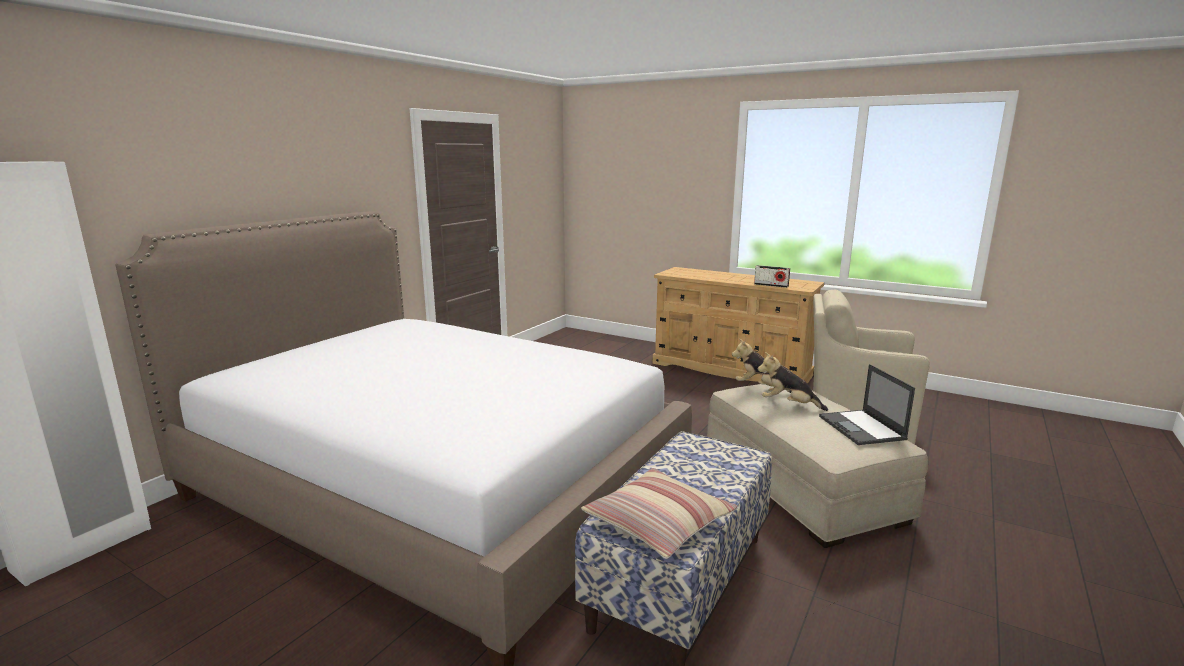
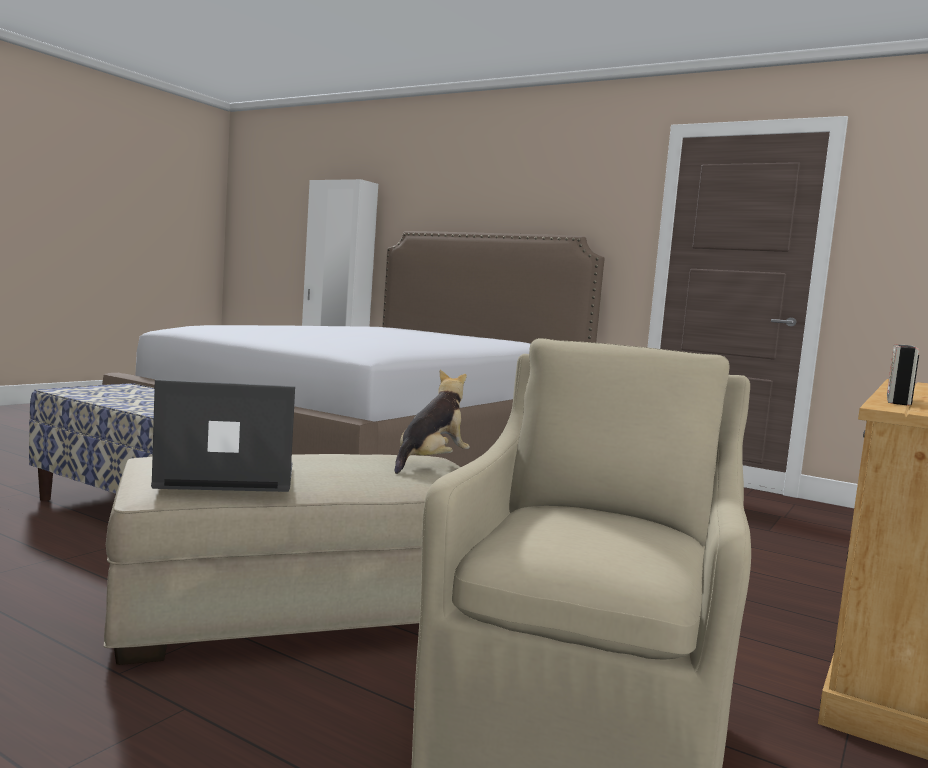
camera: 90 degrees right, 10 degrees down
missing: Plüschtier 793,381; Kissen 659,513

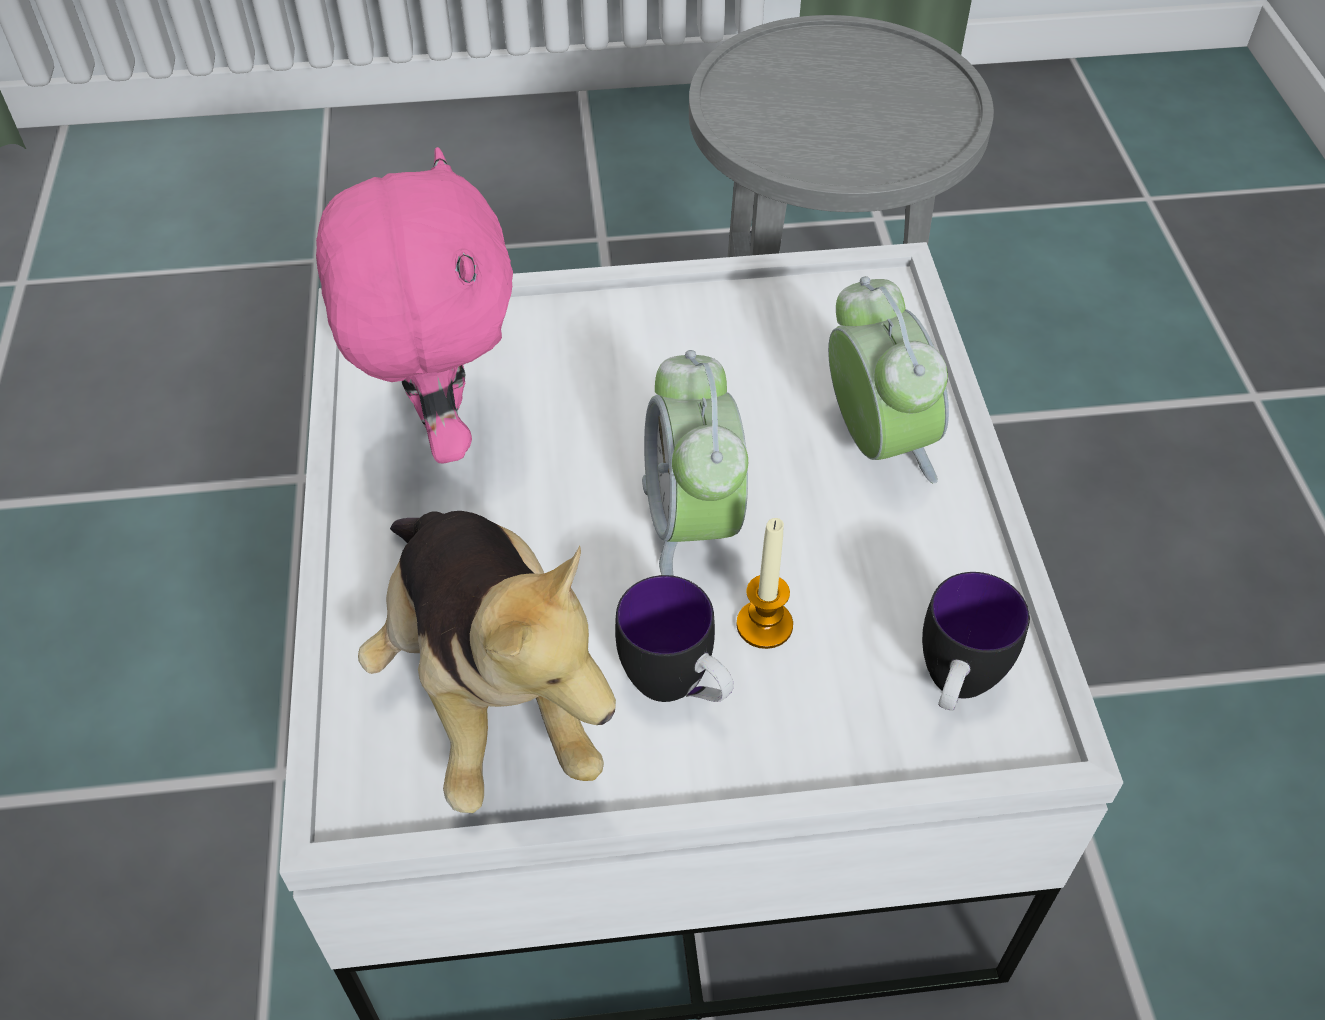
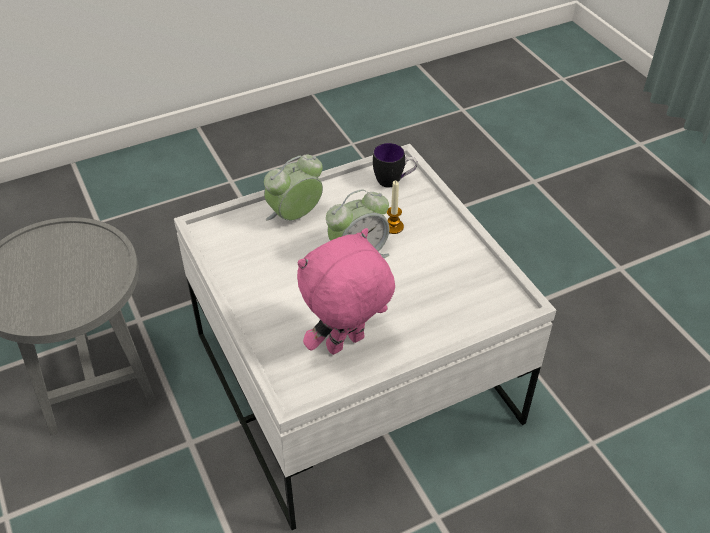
camera: 110 degrees left, 5 degrees down
missing: Plüschtier 487,662; Henkelbecher 674,638

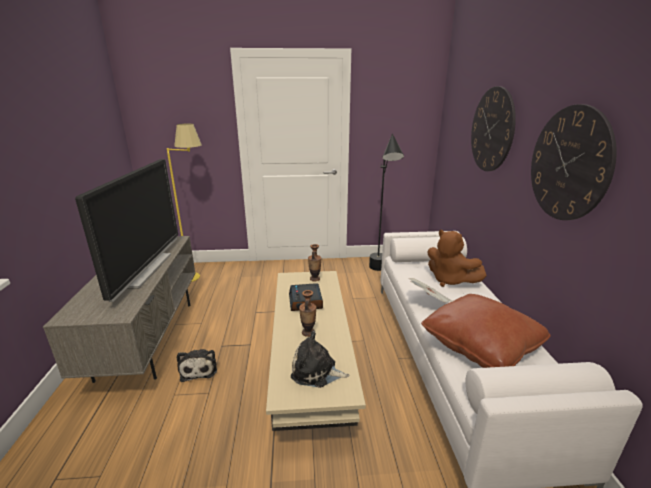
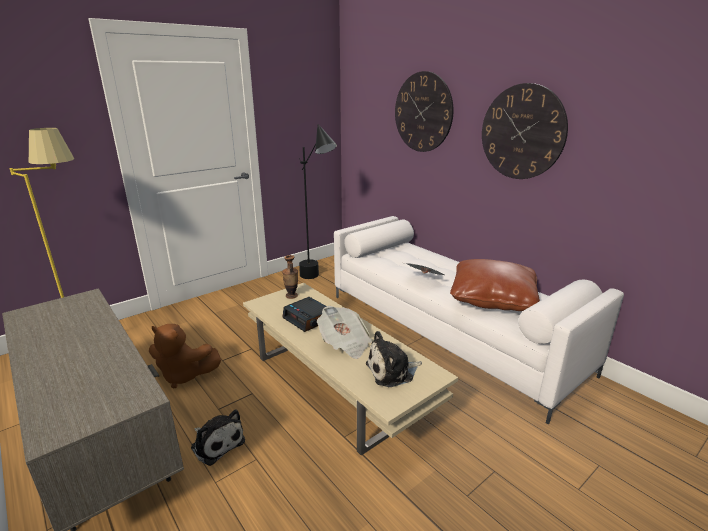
camera: 35 degrees left, 0 degrees up
missing: Fernseher 126,230
relocated: Plüschtier/braun 457,258 to 185,356
exchanged: Vase 307,313 to Zeitung 344,332

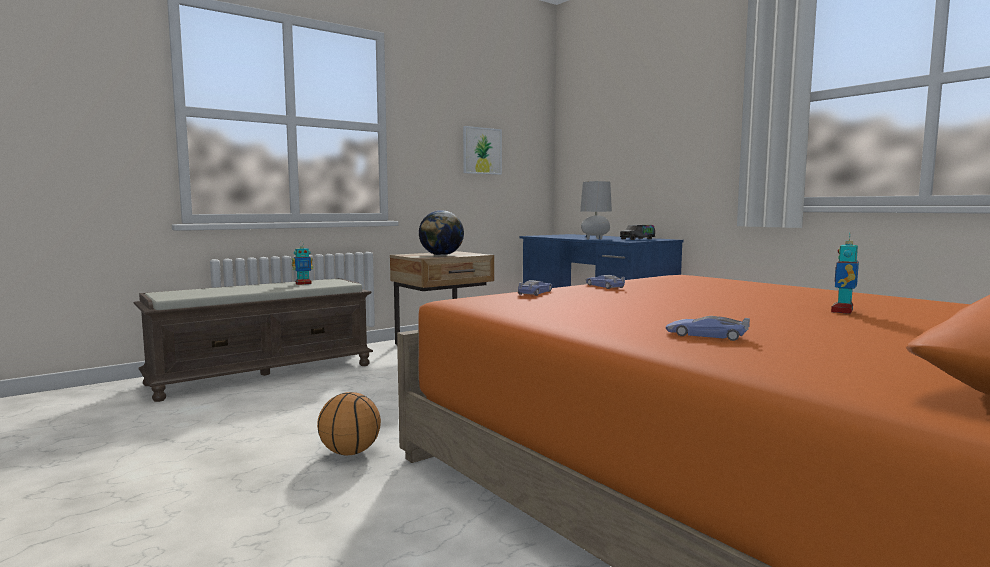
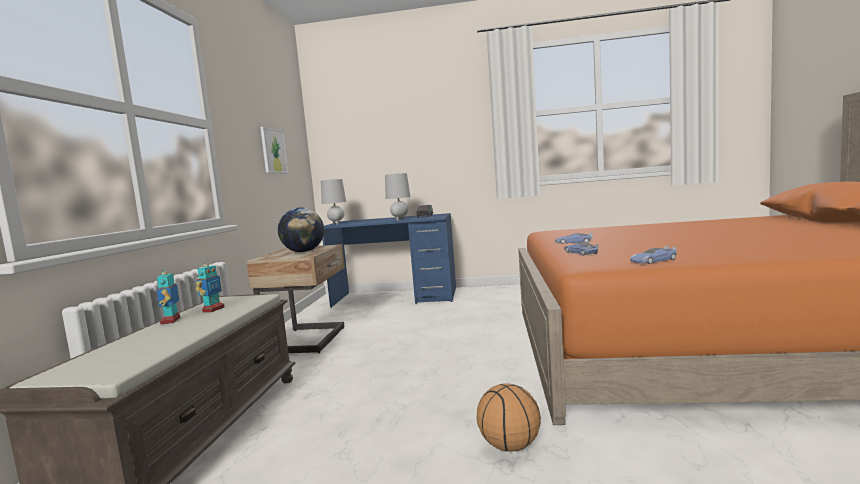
camera: 45 degrees left, 0 degrees up
appeared: Tischlampe/grau 333,202
relocated: Spielzeugroboter 845,274 to 168,295; Spielzeugauto 708,328 to 653,255

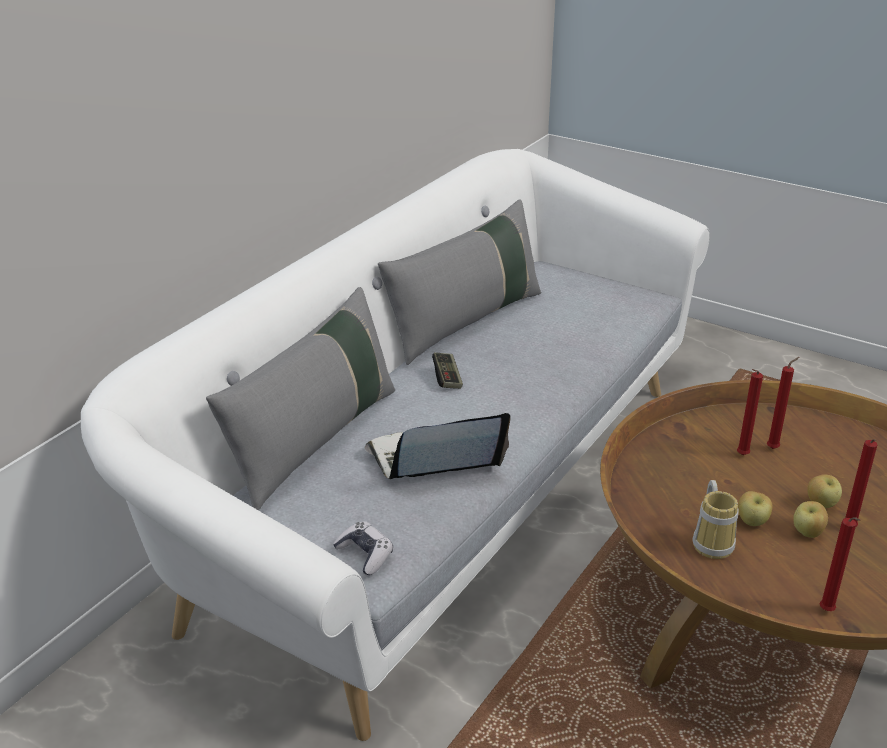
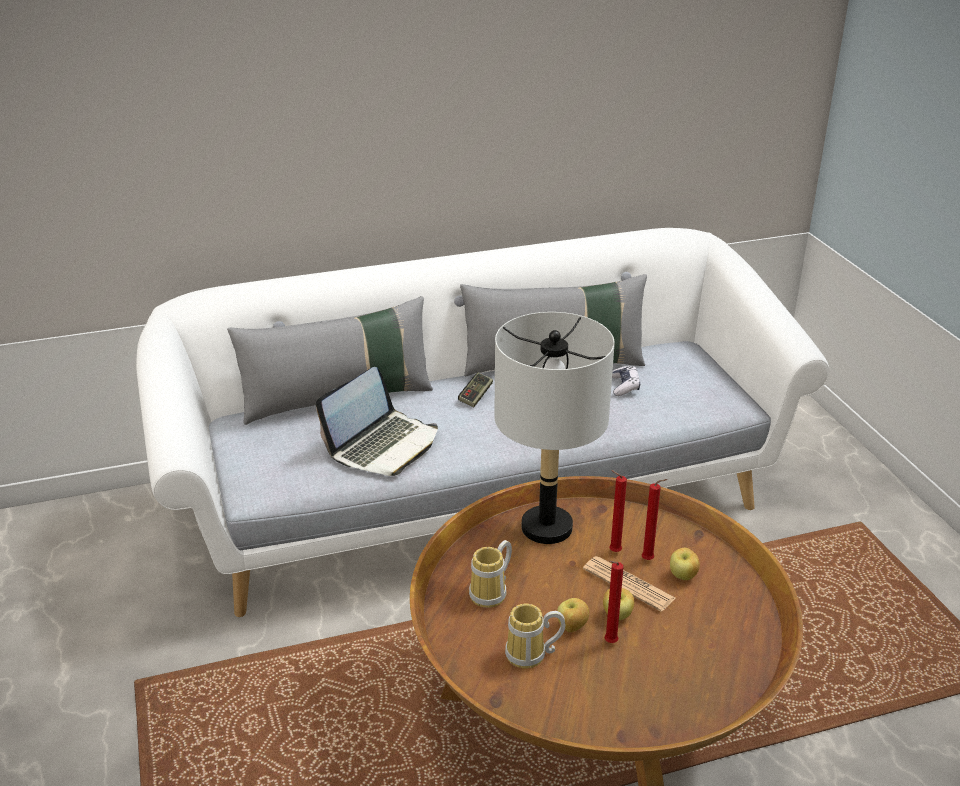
camera: 40 degrees right, 0 degrees up
missing: Kerze/rot 840,564
appeared: Tischlampe/grau 554,428; Zeitung 629,584; Henkelbecher 535,636
relocated: Apfel 755,508 to 685,564; Gamepad 363,548 to 626,380
spun: Laptop 437,446 = 377,421 105 degrees clockwise

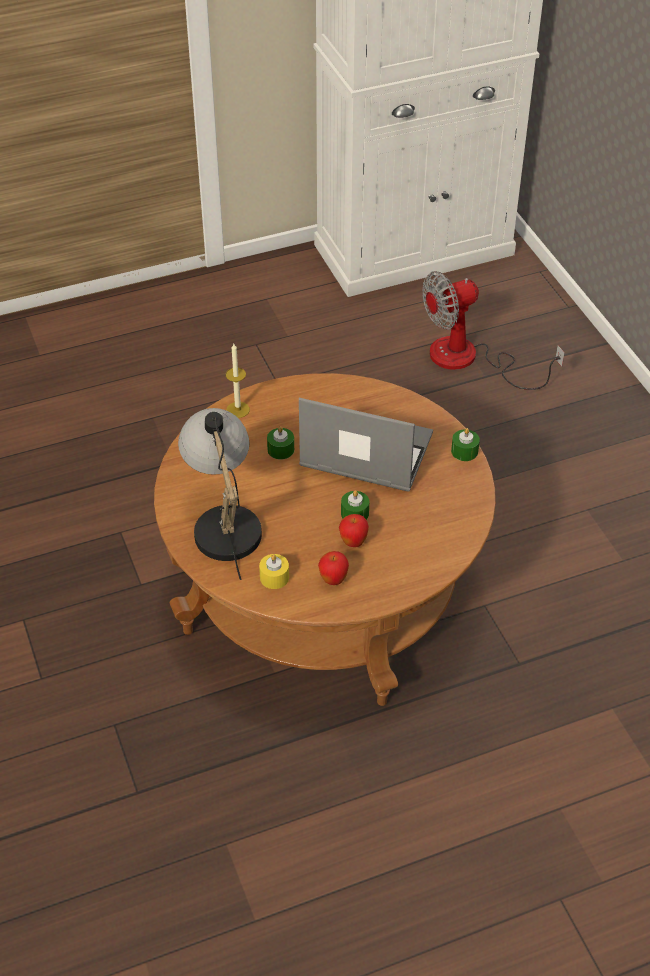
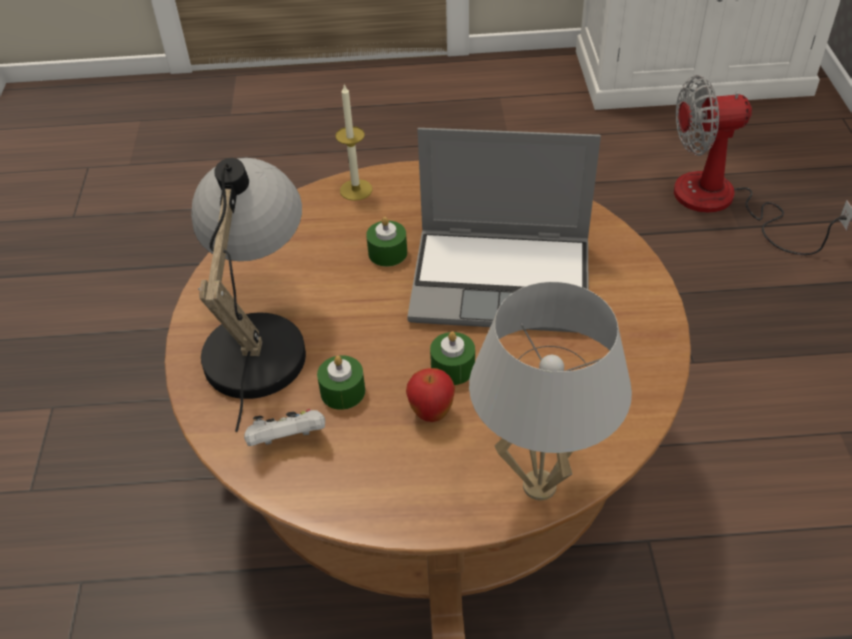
camera: 20 degrees right, 0 degrees up
missing: Apfel 333,568
appeared: Tischlampe/weiß 550,391
relocated: Kerze/grün 465,444 to 341,382
exchanged: Kerze/gelb 274,571 to Gamepad/weiß 284,427
spun: Laptop 366,445 = 504,230 150 degrees clockwise

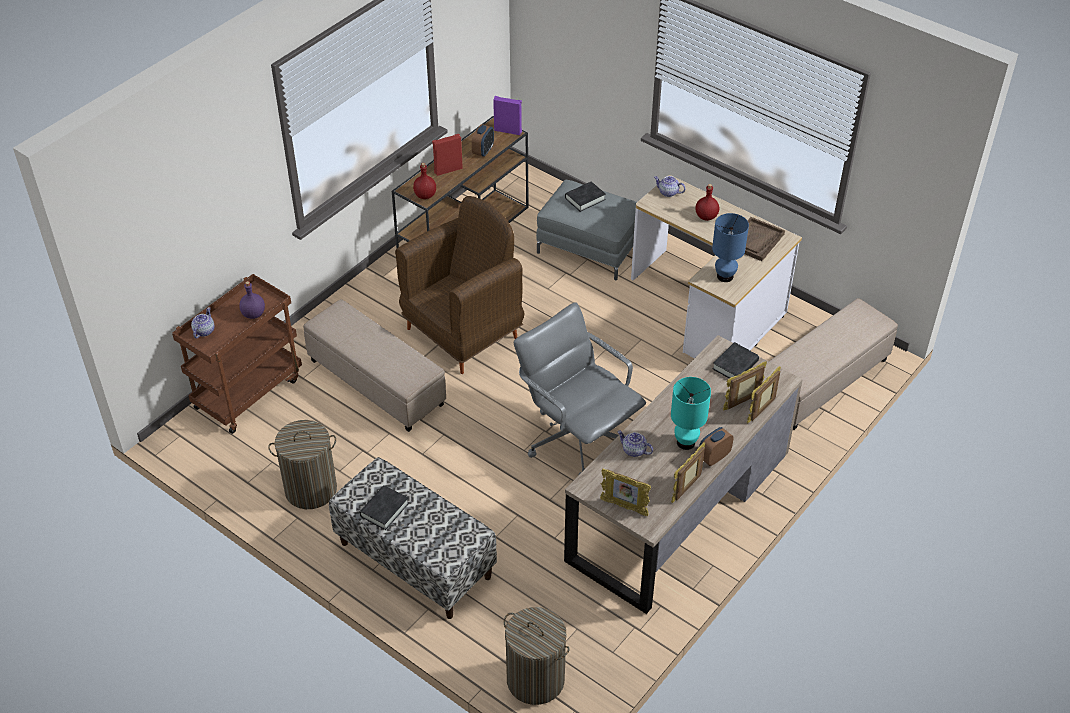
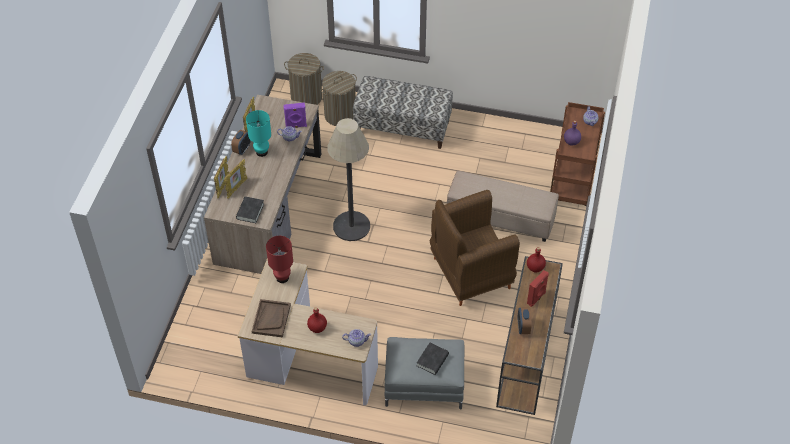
camera: 155 degrees right, 5 degrees up
missing: Polsterhocker/beige 833,364; Bilderrahmen 625,492; Buch/schwarz 384,507
relocated: Lautsprecher/lila 507,115 to 295,115; Wäschekorb 302,464 to 338,98
exchanged: Bürostuhl/grau 580,389 to Stehlampe 348,179
colour: Tischlampe/blau 730,247 to Tischlampe/rot 279,259
spun: Sessel/braun 460,285 = 475,248 45 degrees clockwise

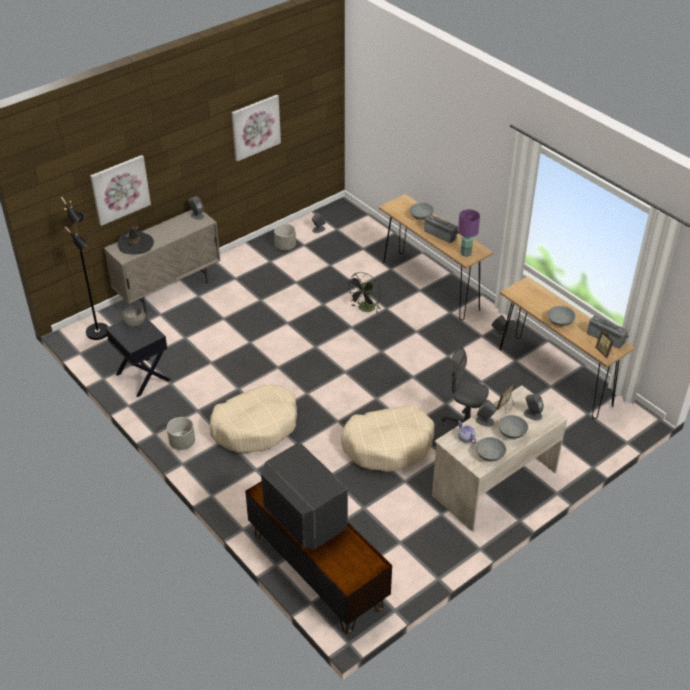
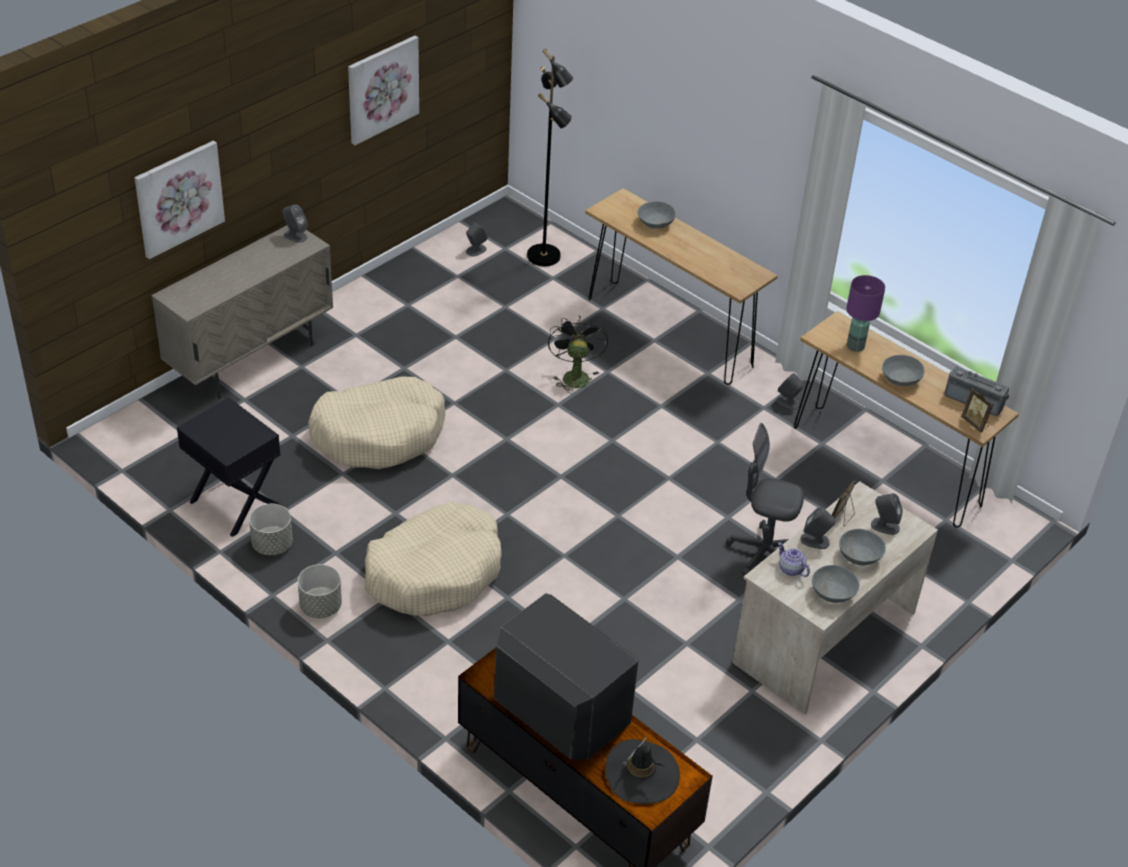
camera: 10 degrees left, 0 degrees up
missing: Radio 441,228; Schüssel/grau 133,316
relocated: Stehlampe/schwarz 84,268 to 550,157; Tischlampe/lila 469,233 to 865,313; Pflanzkübel/grau 285,237 to 271,529; Hut/schwarz 136,240 to 642,770; Hundebett/beige 388,439 to 377,422
spun: Ventilator/schwarz 363,292 = 578,354 150 degrees clockwise

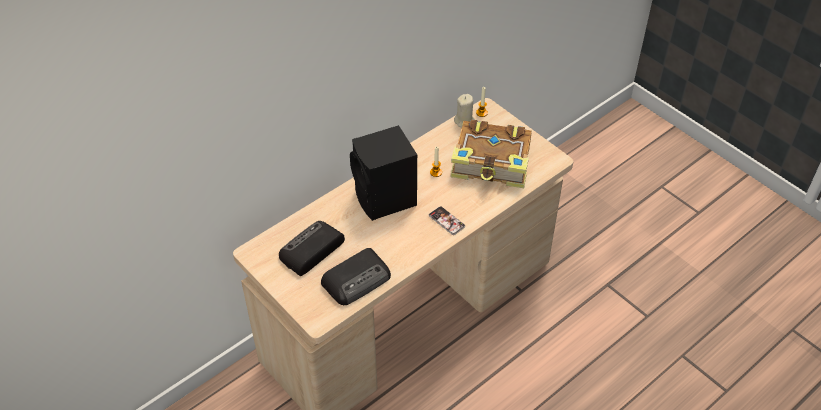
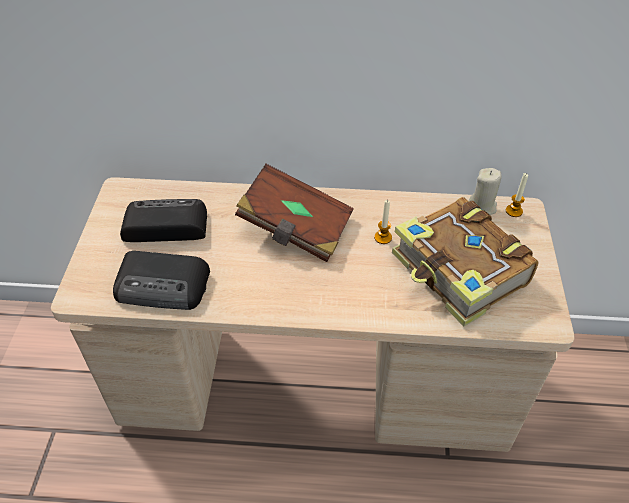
camera: 45 degrees right, 0 degrees up
missing: Handy 447,220
exchanged: Lautsprecher/schwarz 383,173 to Buch/braun 294,213

